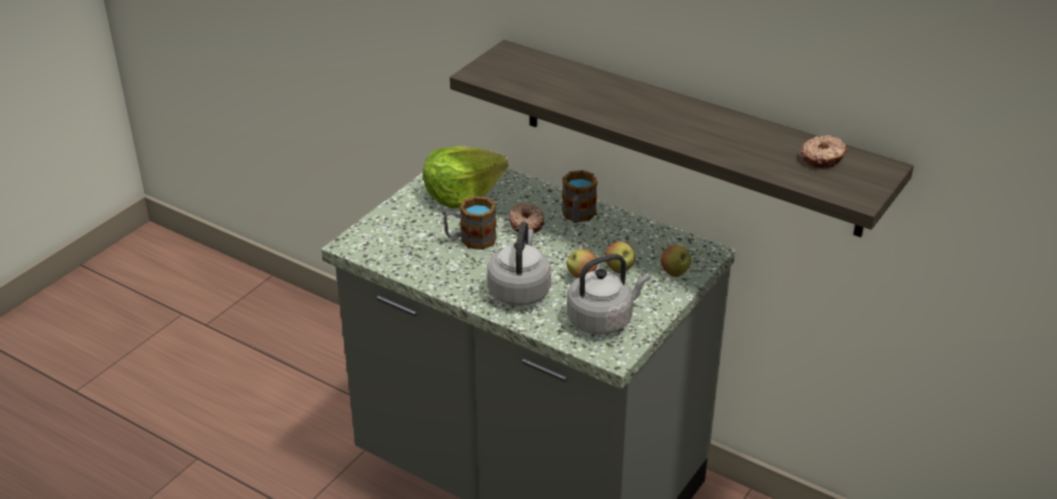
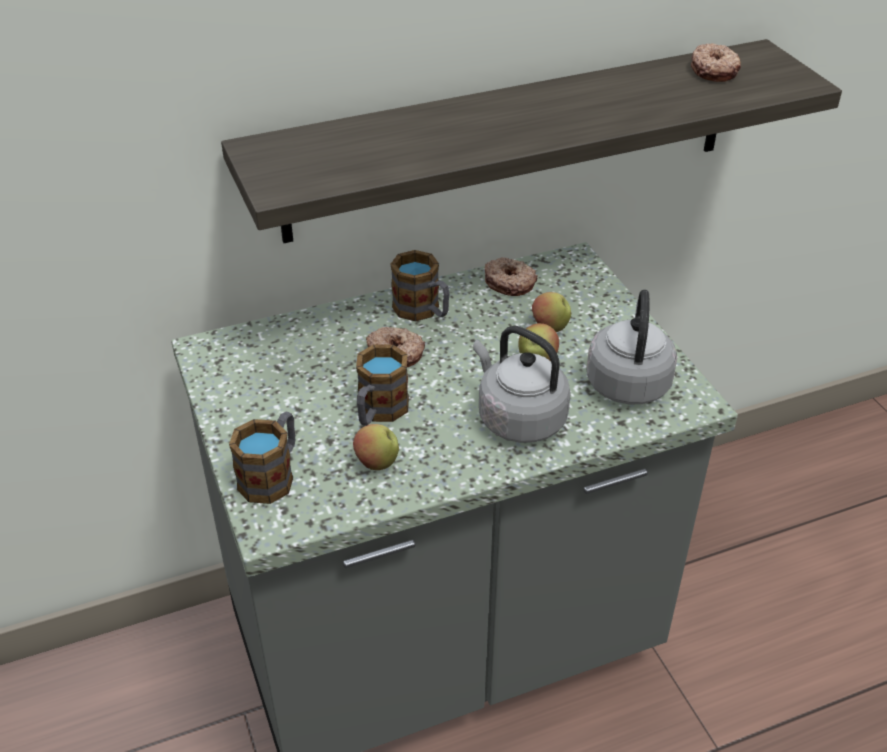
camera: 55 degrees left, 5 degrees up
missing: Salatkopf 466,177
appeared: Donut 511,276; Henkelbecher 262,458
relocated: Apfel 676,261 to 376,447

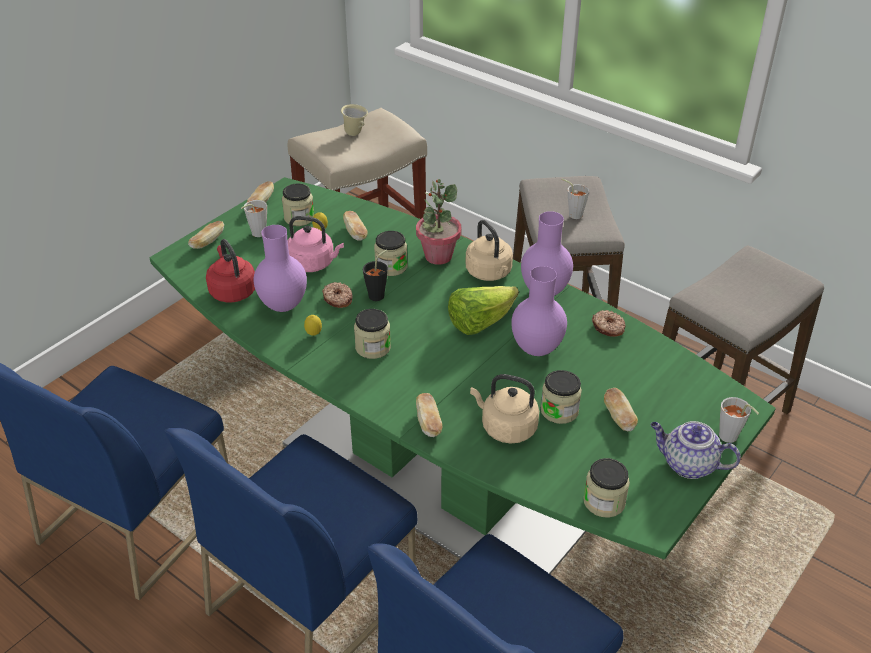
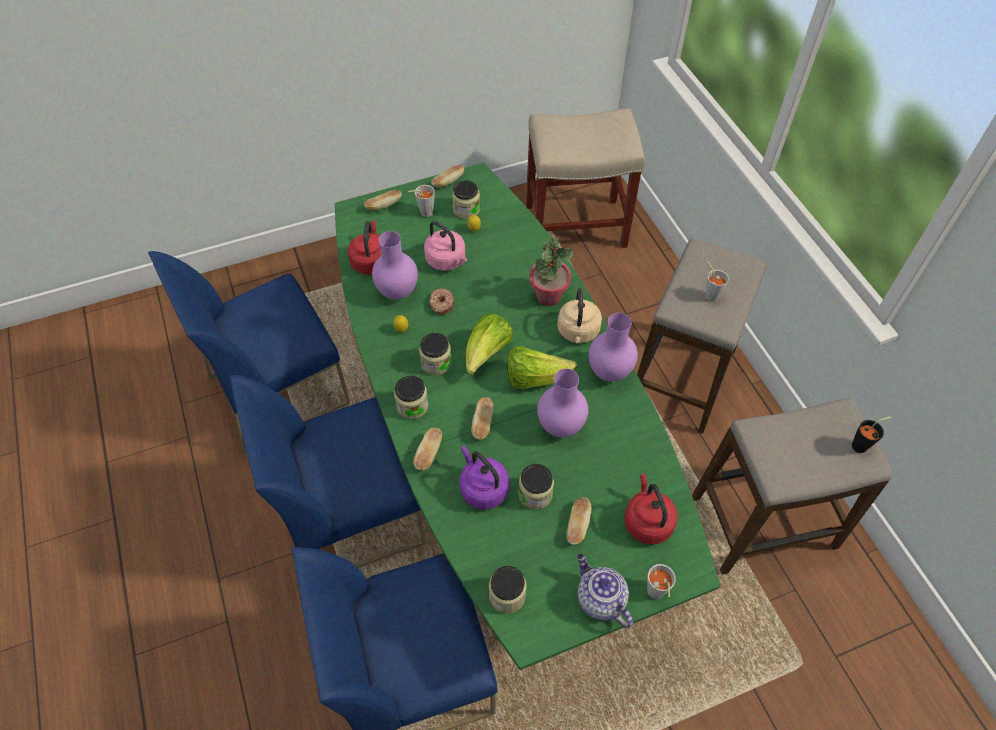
camera: 30 degrees right, 15 degrees up
missing: Henkelbecher/beige 354,120; Donut 609,323
appeared: Salatkopf 489,344; Wasserkessel/rot 651,509
relocated: Brot 355,226 to 482,418; Vorratsglas 390,253 to 411,397; Tasse/schwarz 375,275 to 871,435
colour: Wasserkessel/beige 504,409 to Wasserkessel/lila 484,477

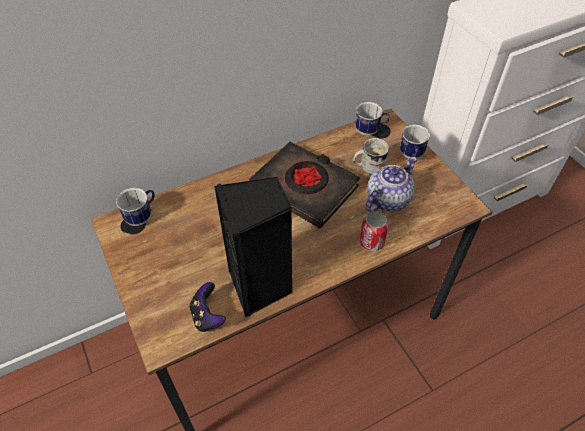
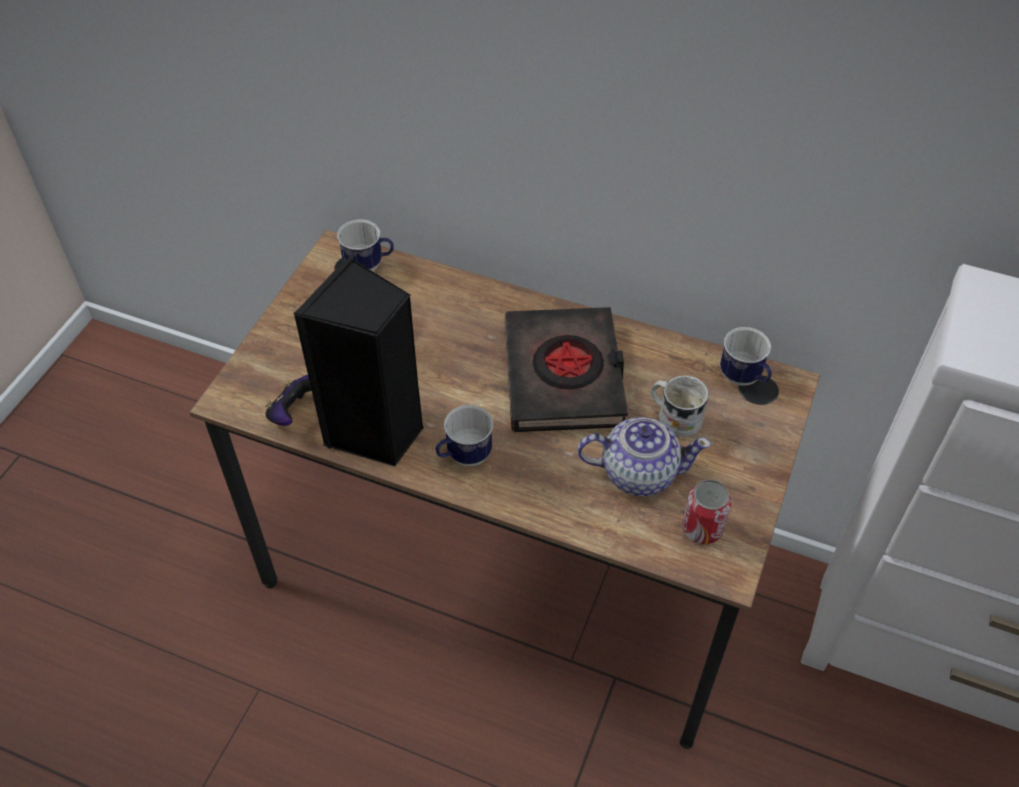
camera: 50 degrees right, 0 degrees up
relocated: Henkelbecher 415,142 to 464,435; Dose 374,231 to 706,511

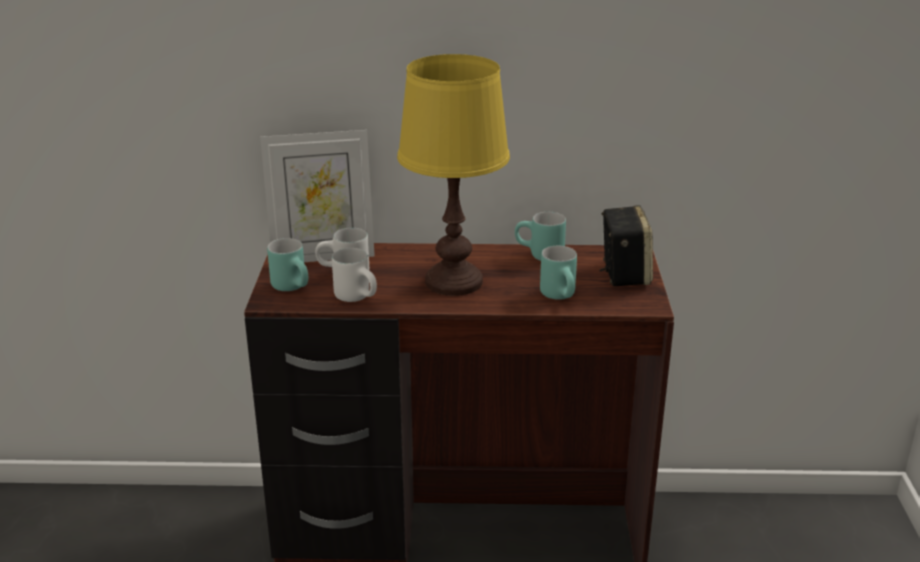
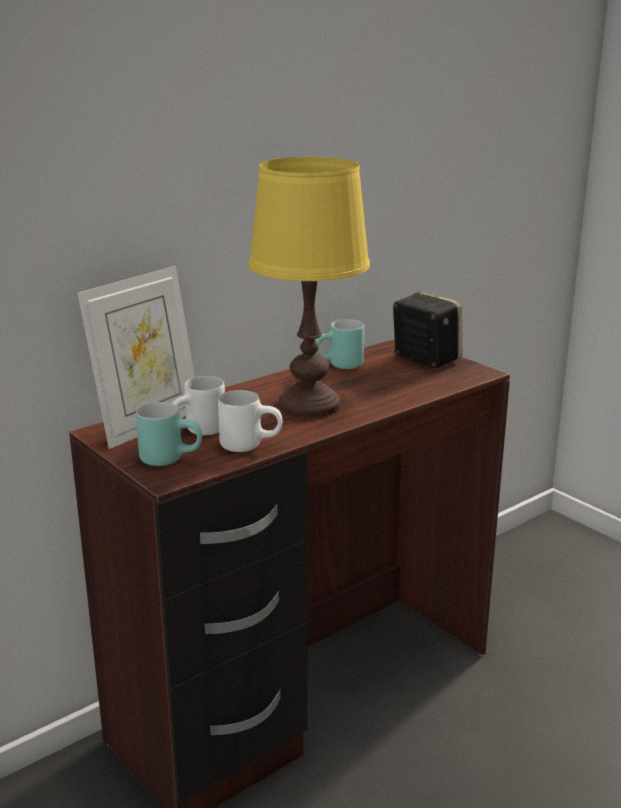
camera: 40 degrees left, 5 degrees down
missing: Henkelbecher/türkis 558,273

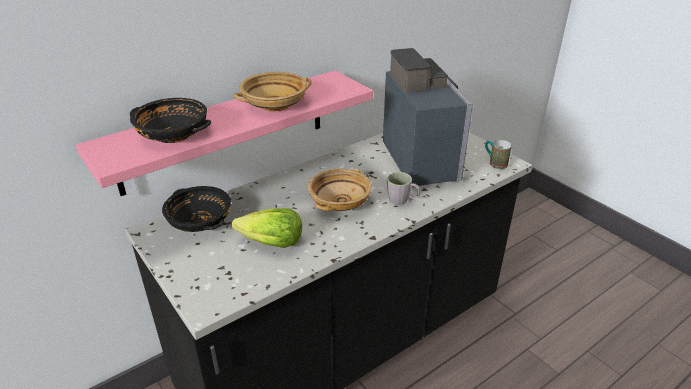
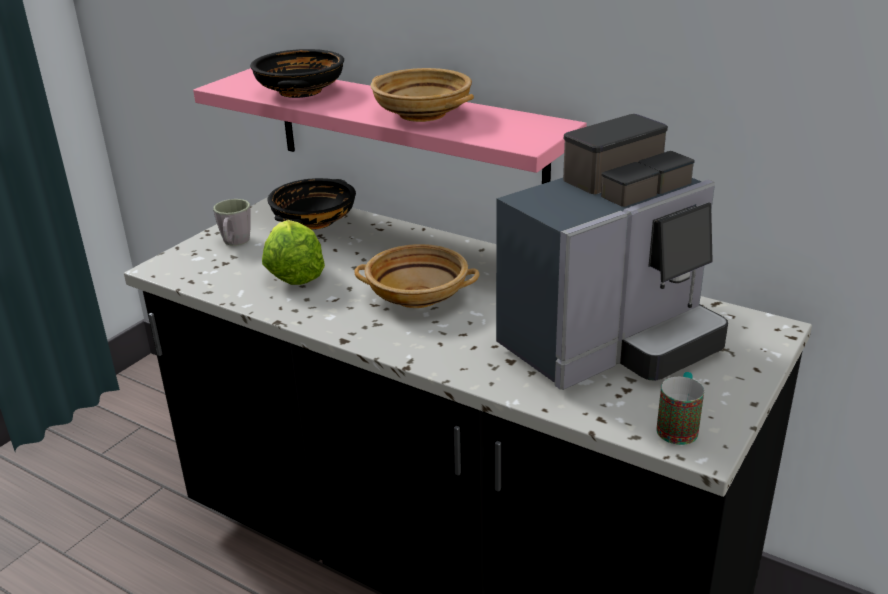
camera: 70 degrees right, 5 degrees down
relocated: Henkelbecher/grau 403,188 to 232,222

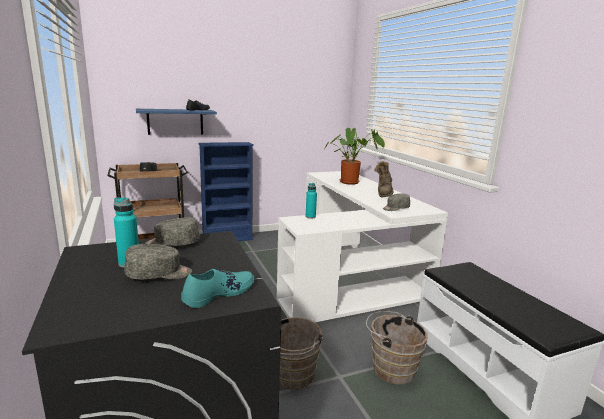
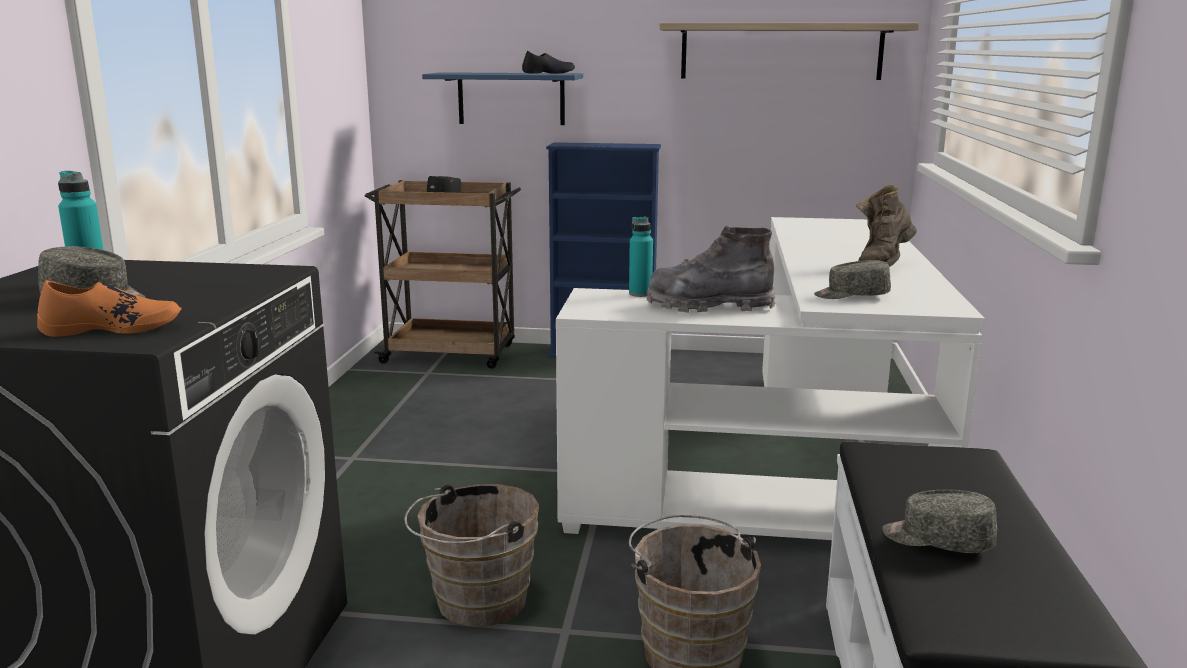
camera: 30 degrees right, 0 degrees up
missing: Topfpflanze 355,156
appeared: Wandregal 789,51; Stiefel/grau 711,269
relocated: Kappe/grau 172,231 to 939,521
colour: Schuh/türkis 217,288 to Schuh/orange 109,308

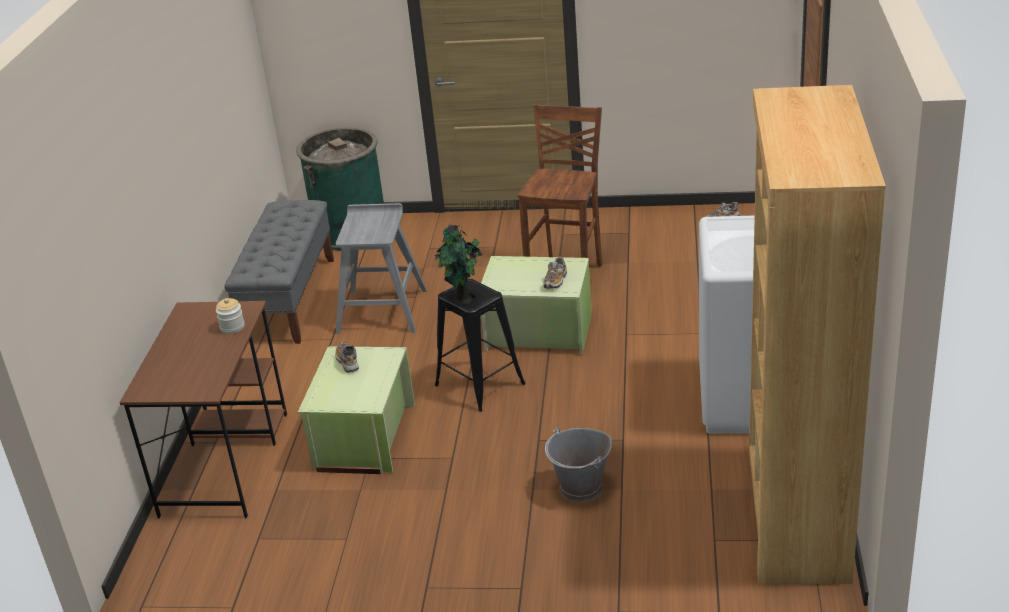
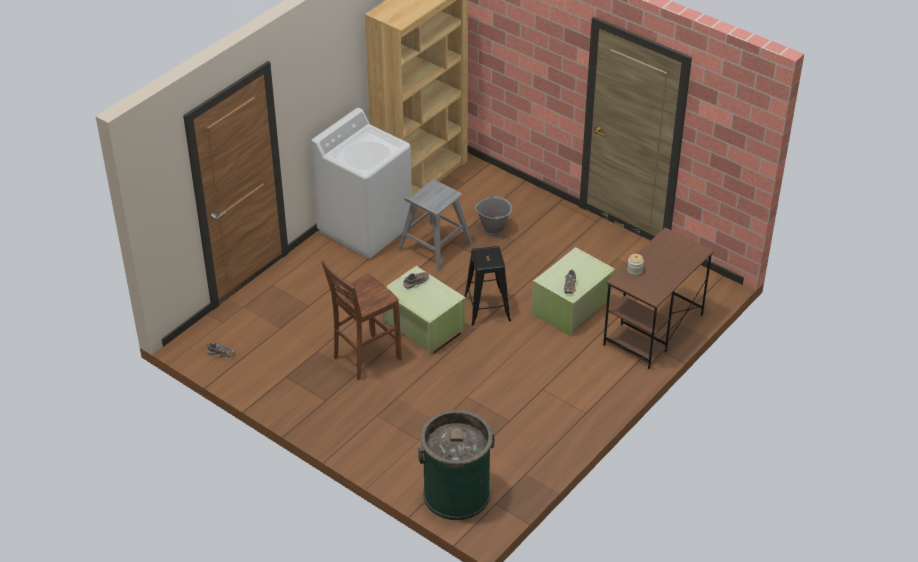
camera: 150 degrees left, 10 degrees up
missing: Bank/grau 279,272; Topfpflanze 458,265
relocated: Hocker/grau 381,268 to 435,226

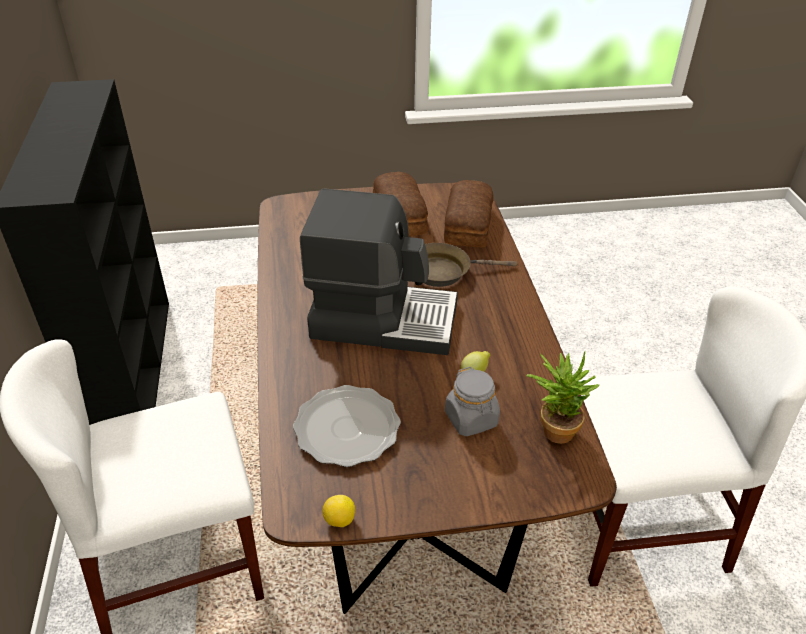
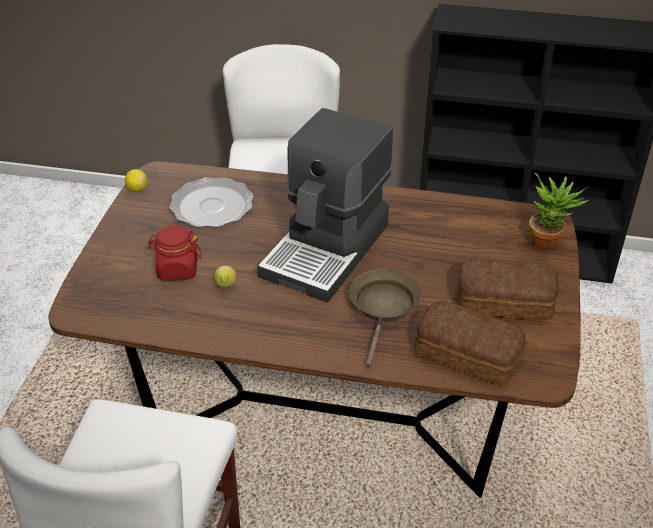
camera: 110 degrees right, 0 degrees up
relocated: Topfpflanze 562,398 to 559,211
colour: Vorratsglas/grau 472,401 to Vorratsglas/rot 174,253

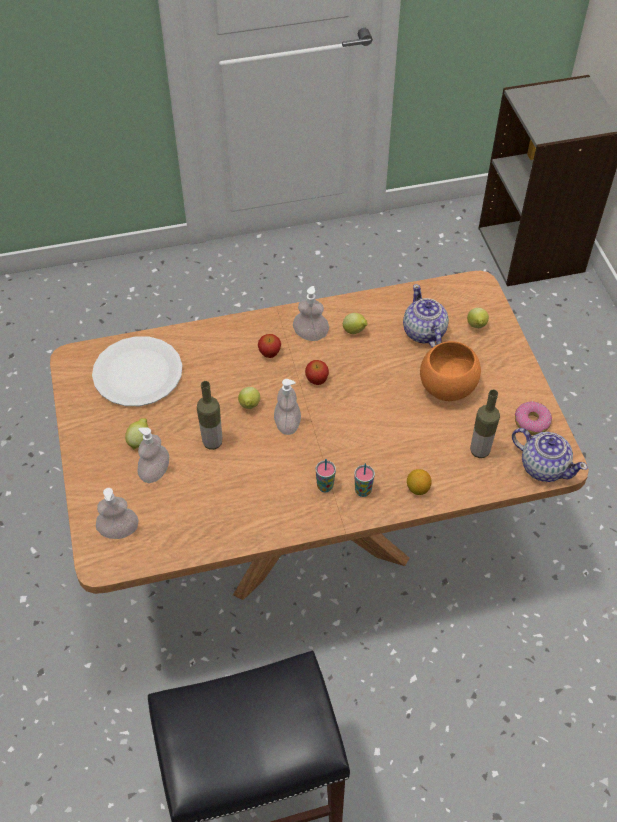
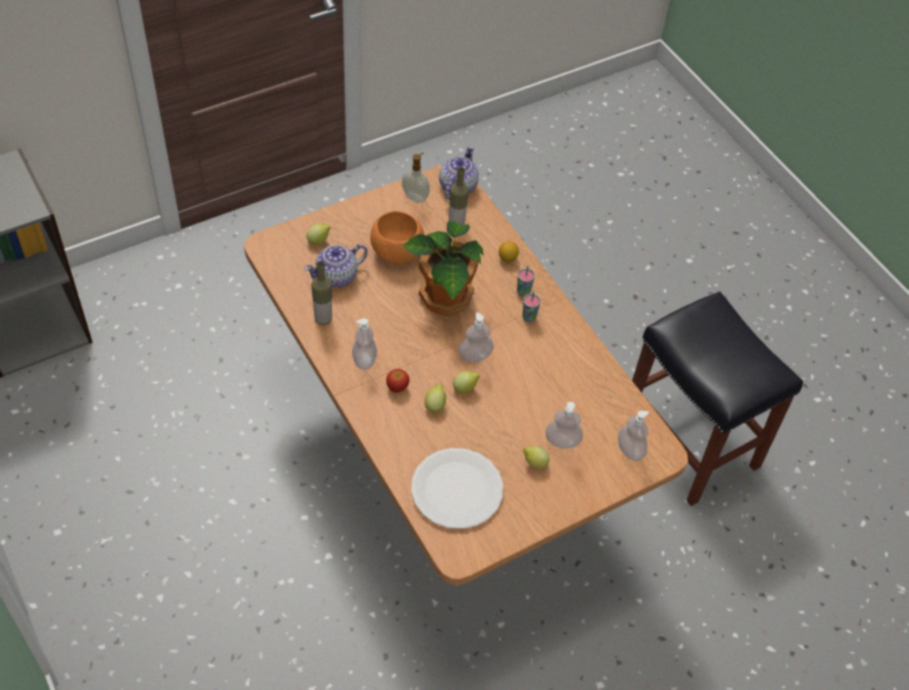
camera: 110 degrees left, 0 degrees up
missing: Apfel 317,372
appeared: Topfpflanze 443,268
relocated: Zitrone 355,323 to 435,399; Flasche 210,415 to 321,293
exchanged: Donut 533,418 to Seifenspender 416,178

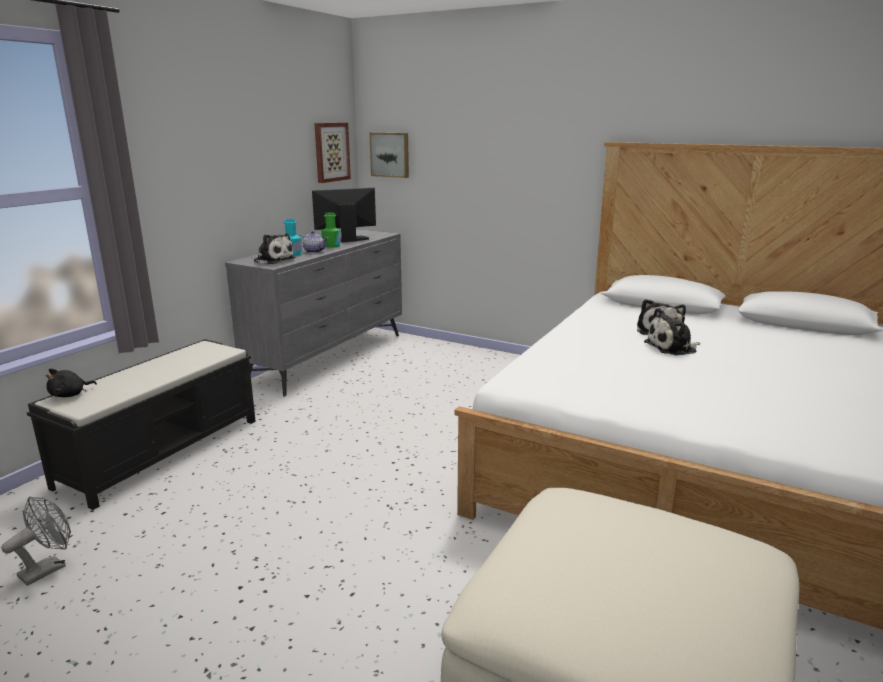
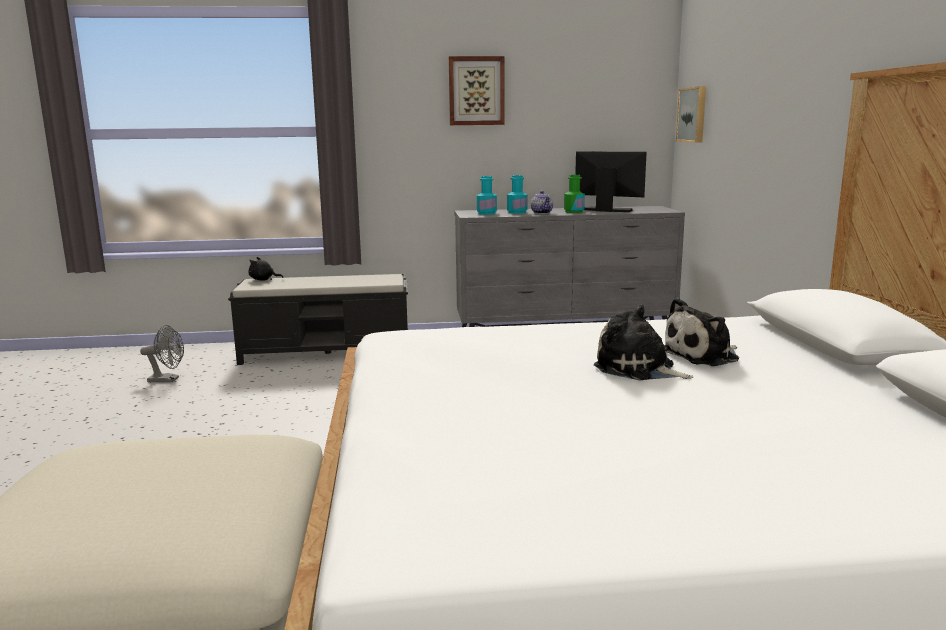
camera: 55 degrees right, 5 degrees down
relocated: Bild 332,153 to 477,90
exchanged: Plüschtier 274,249 to Flasche/türkis 487,195

